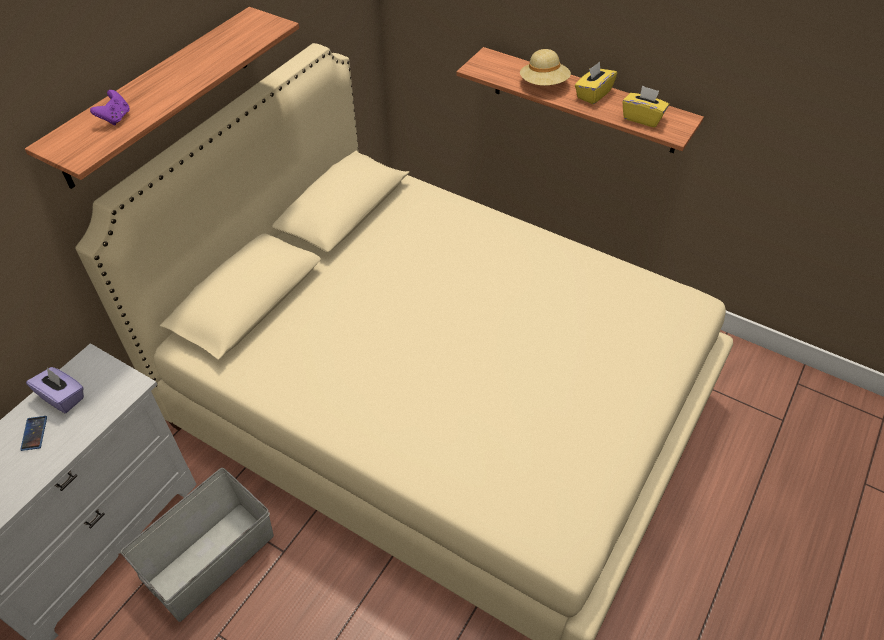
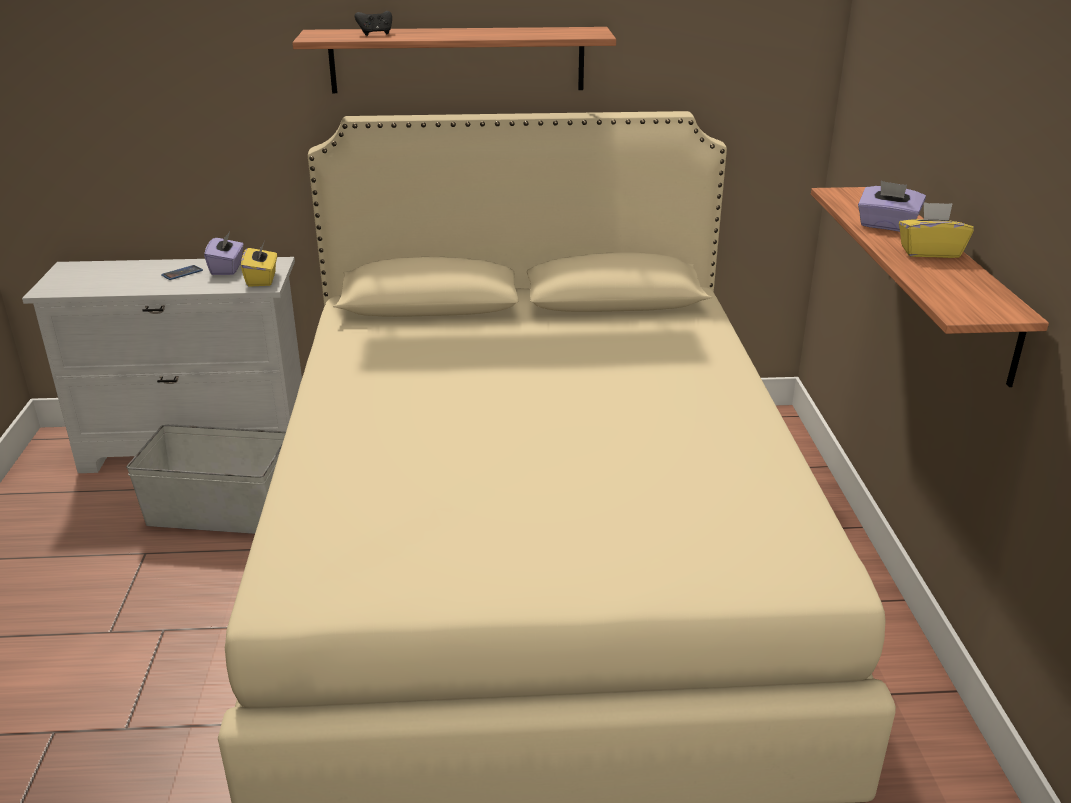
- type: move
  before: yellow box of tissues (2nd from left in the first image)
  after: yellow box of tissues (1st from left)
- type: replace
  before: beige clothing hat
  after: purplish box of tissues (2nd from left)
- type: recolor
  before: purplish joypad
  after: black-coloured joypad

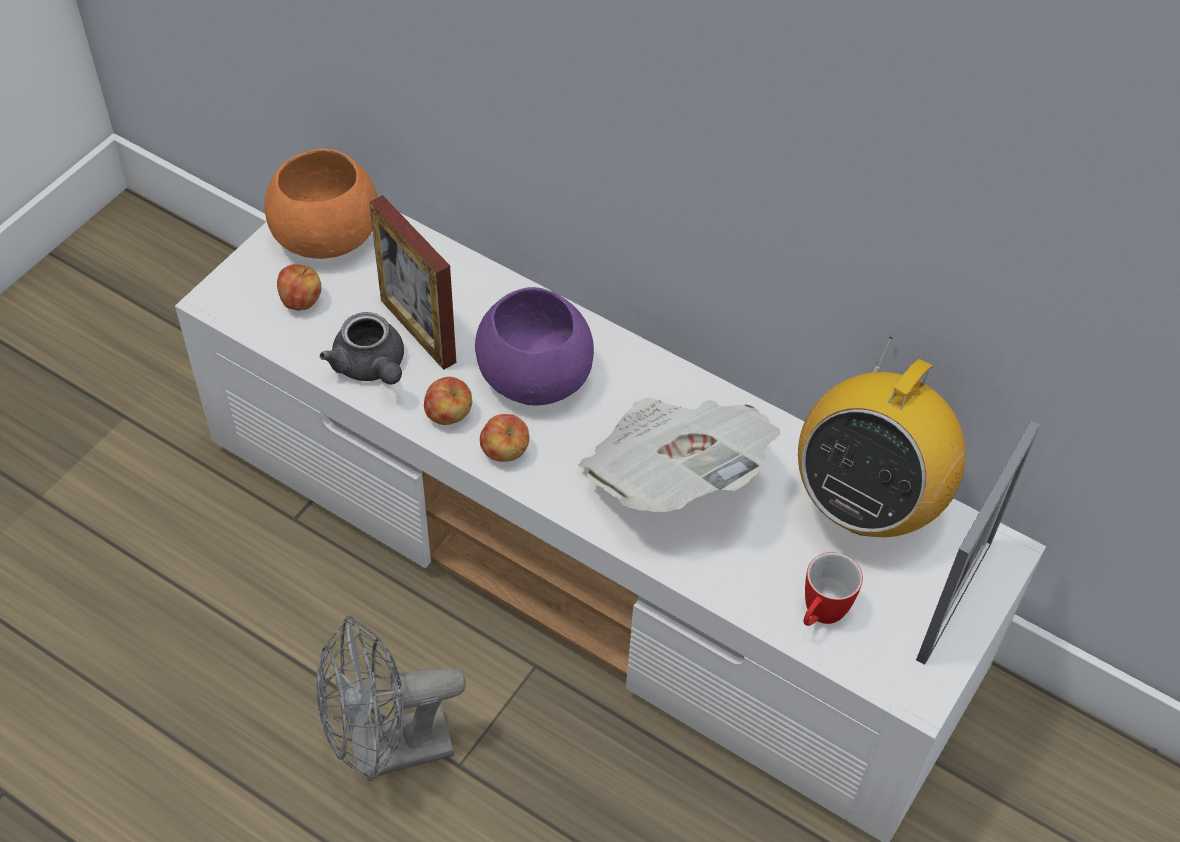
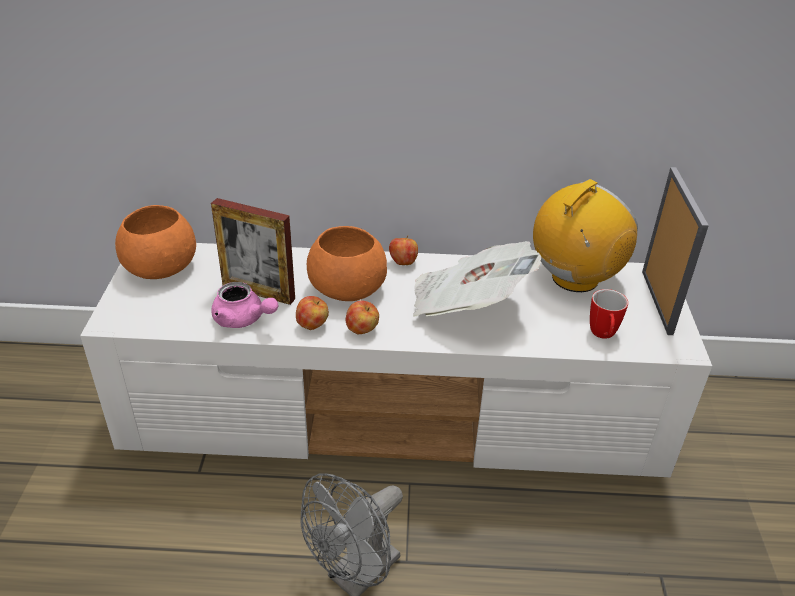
- type: move
  before: apple (1st from left in the first image)
  after: apple (3rd from left)
- type: recolor
  before: grey tea pot
  after: pinkish tea pot
- type: recolor
  before: purplish bowl
  after: orange bowl (2nd from left)
- type: rotate
  before: radio
  turn: -135

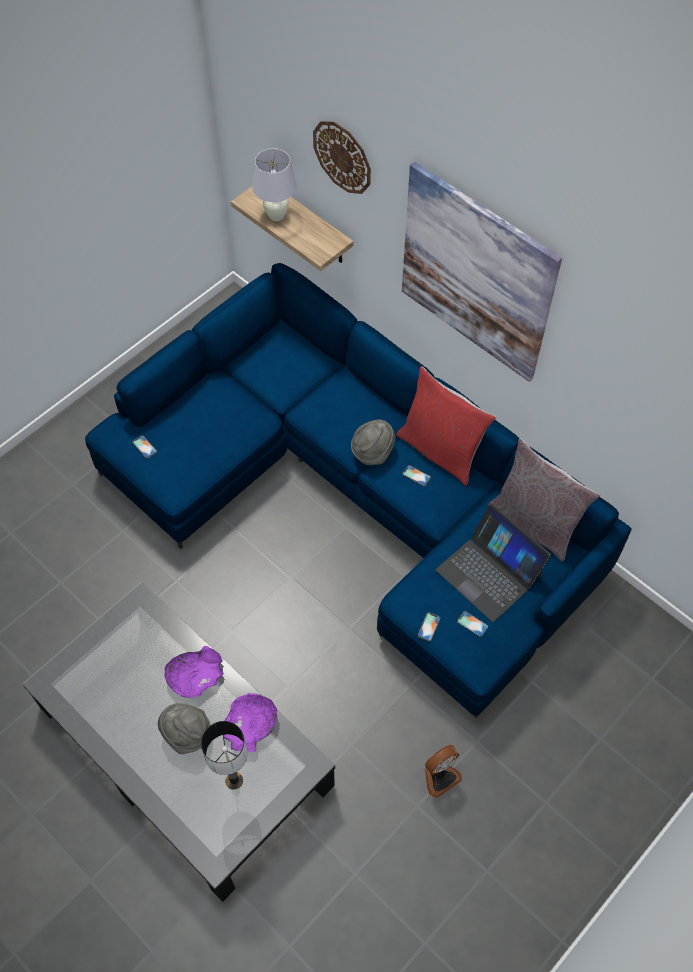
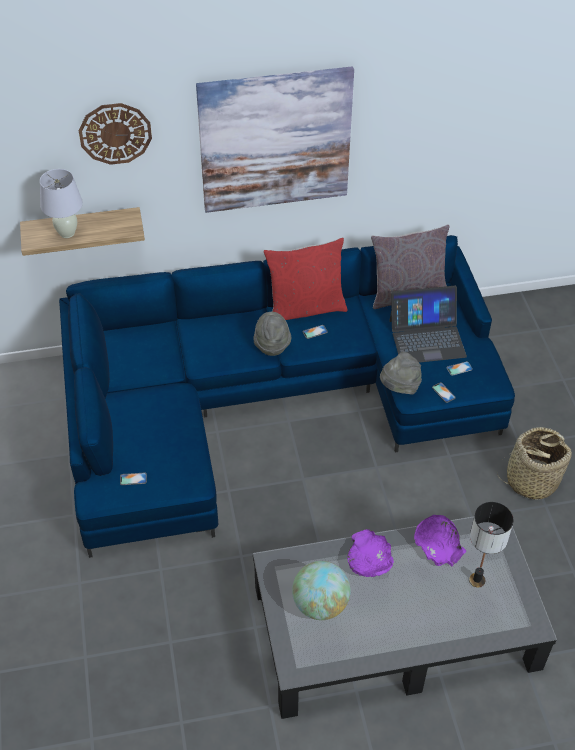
- type: insert
  after: desk globe
- type: move
  before: grey clothing hat (1st from left in the first image)
  after: grey clothing hat (2nd from left)
- type: replace
  before: fan
  after: basket

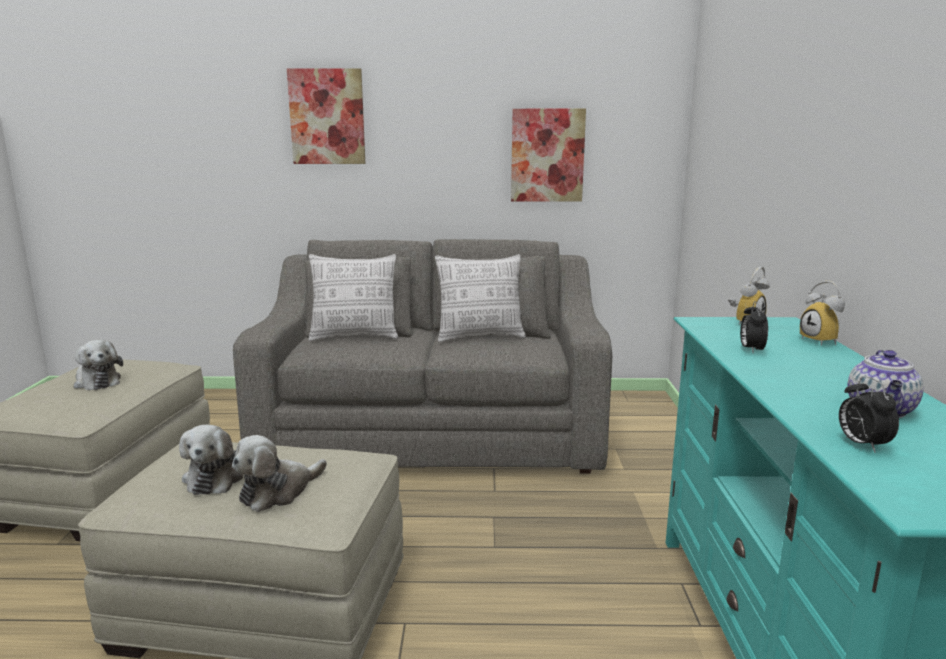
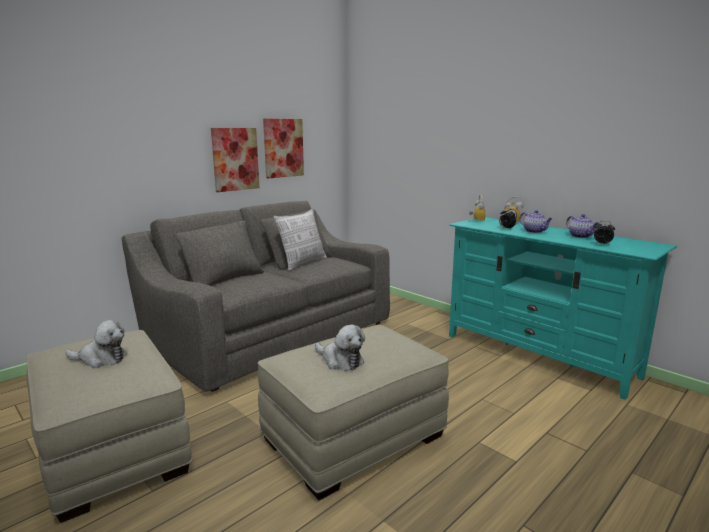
- type: delete
  before: plush toy (3rd from left)
- type: delete
  before: pillow (1st from left)
- type: insert
  after: tea pot (1st from left)
- type: move
  before: wall picture (1st from left)

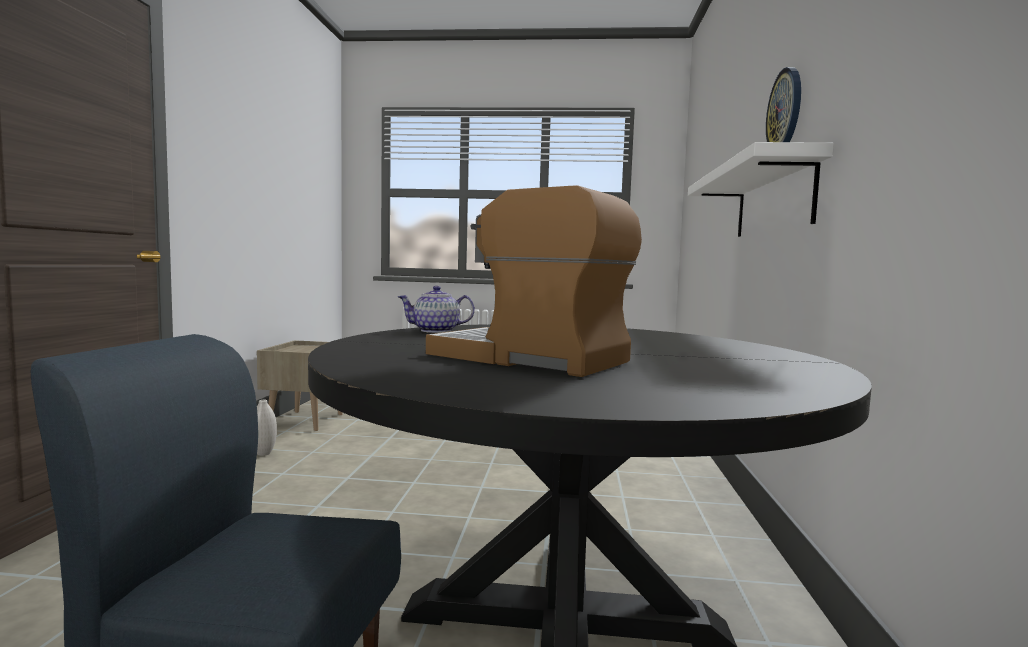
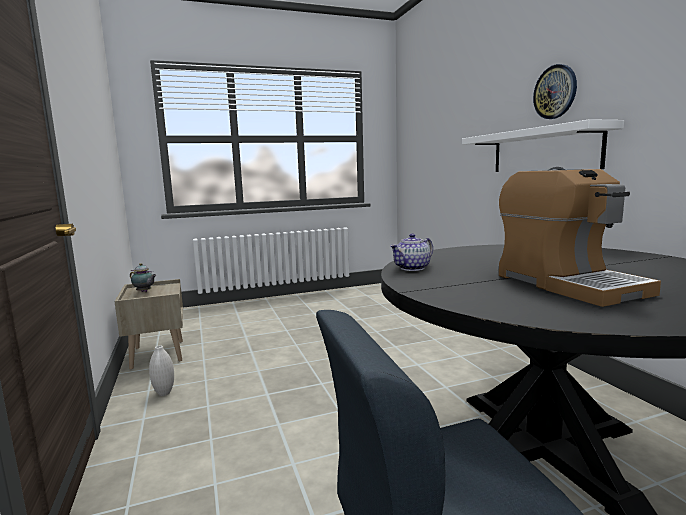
- type: insert
  after: tea pot (1st from left)
- type: rotate
  before: coffee machine
  turn: -120

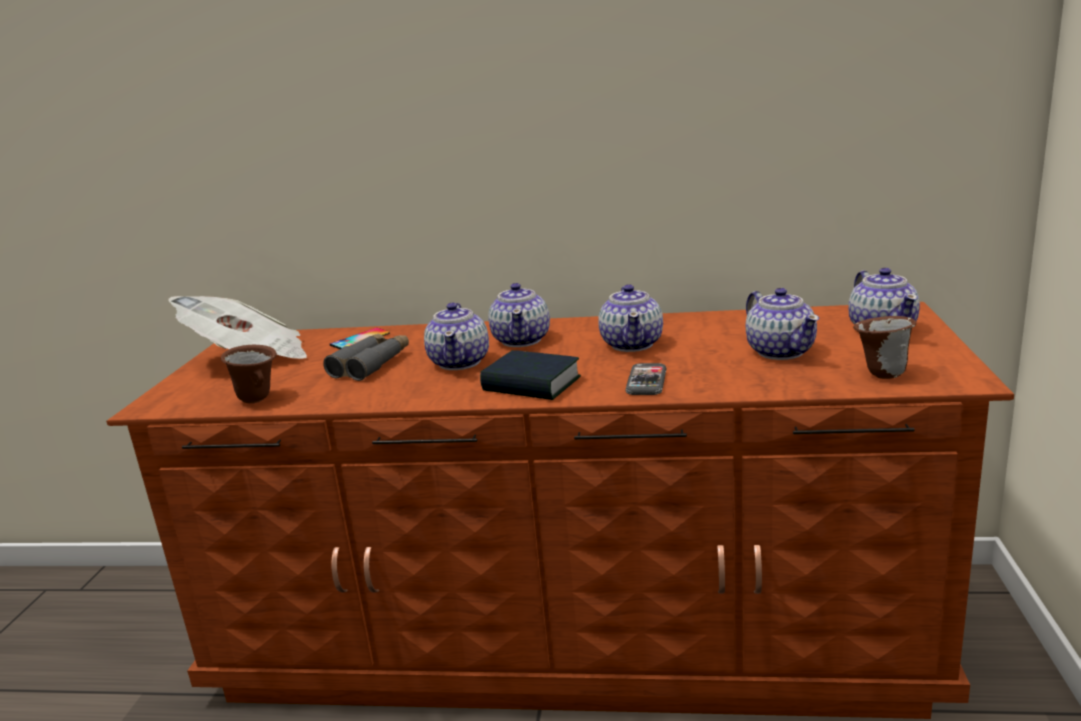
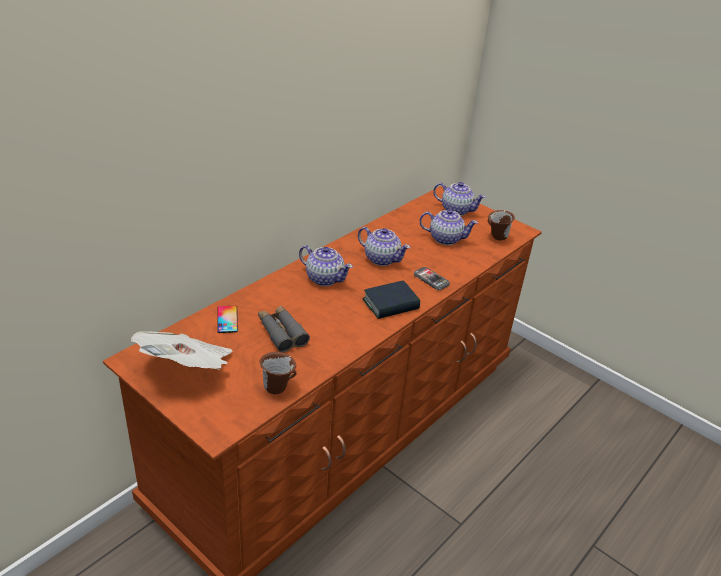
- type: delete
  before: tea pot (1st from left)

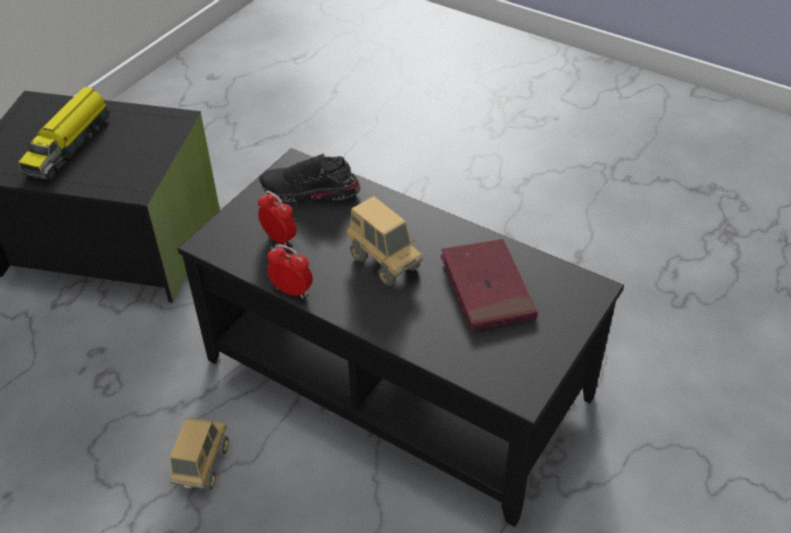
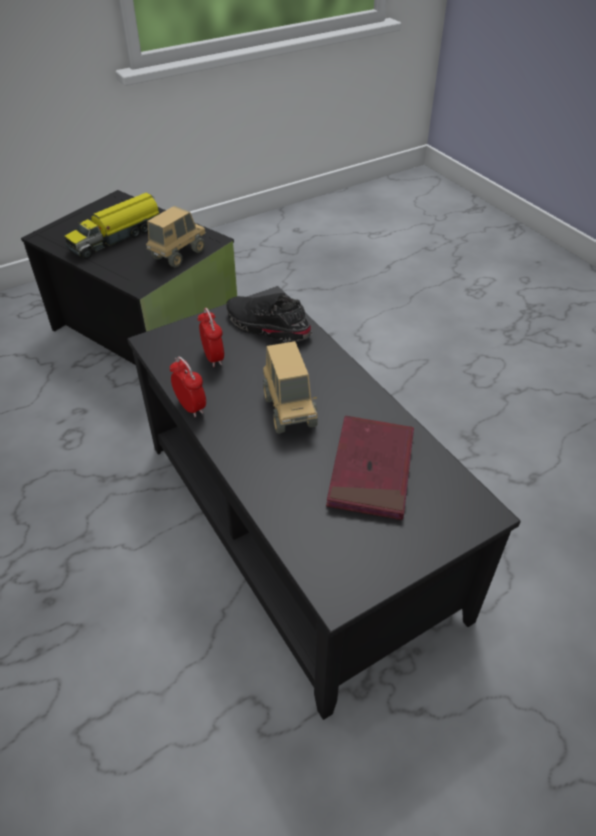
- type: move
  before: toy truck (2nd from left)

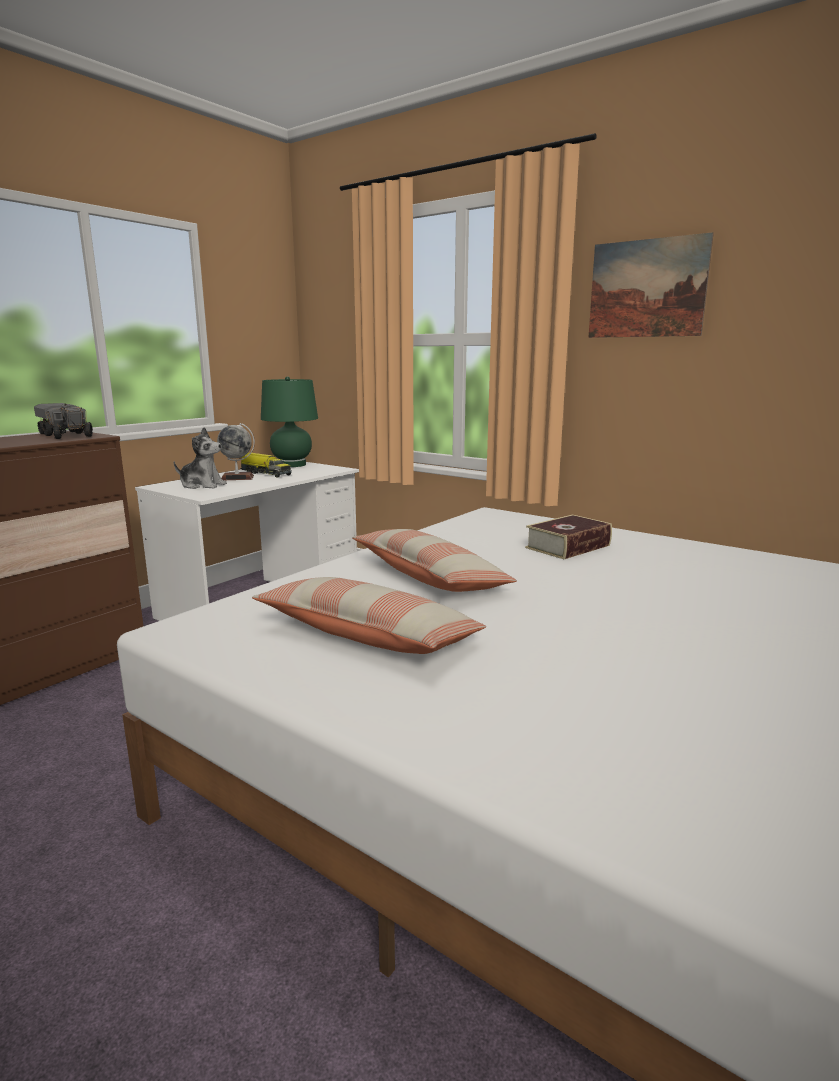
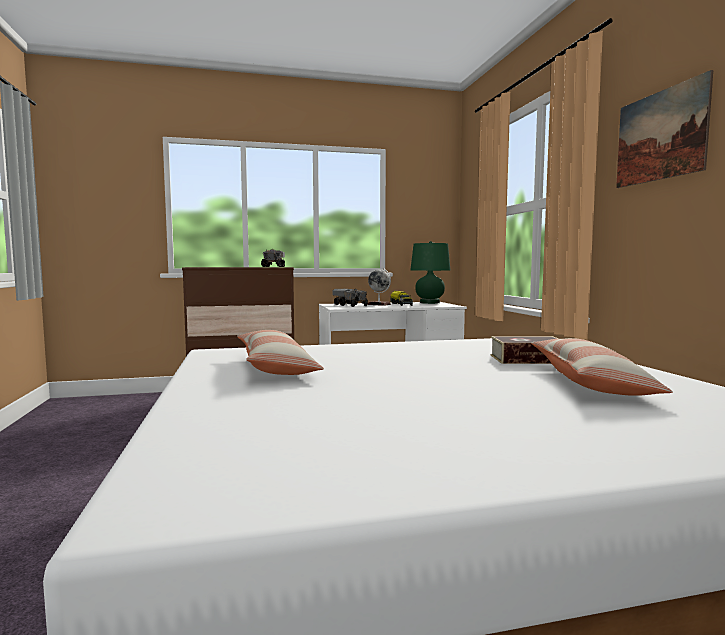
- type: move
  before: pillow (2nd from left)
- type: replace
  before: plush toy
  after: toy truck (2nd from left)

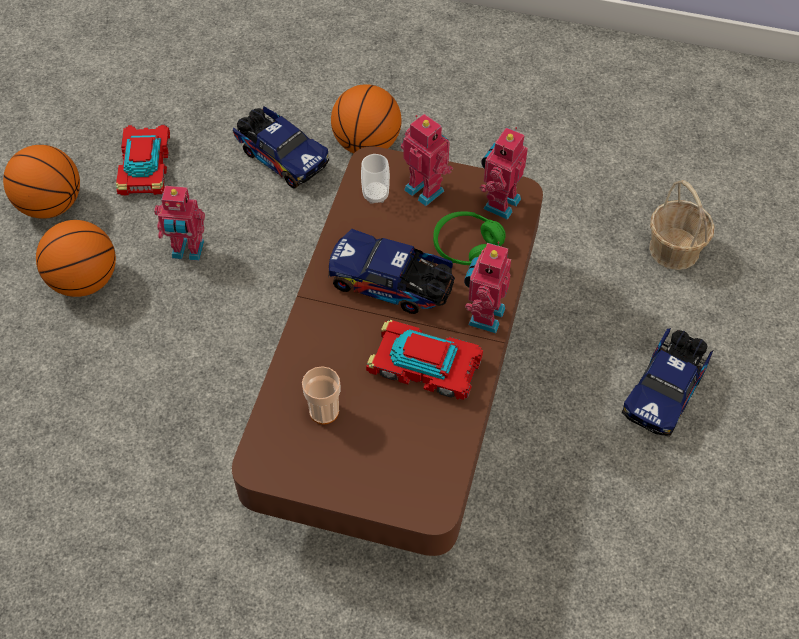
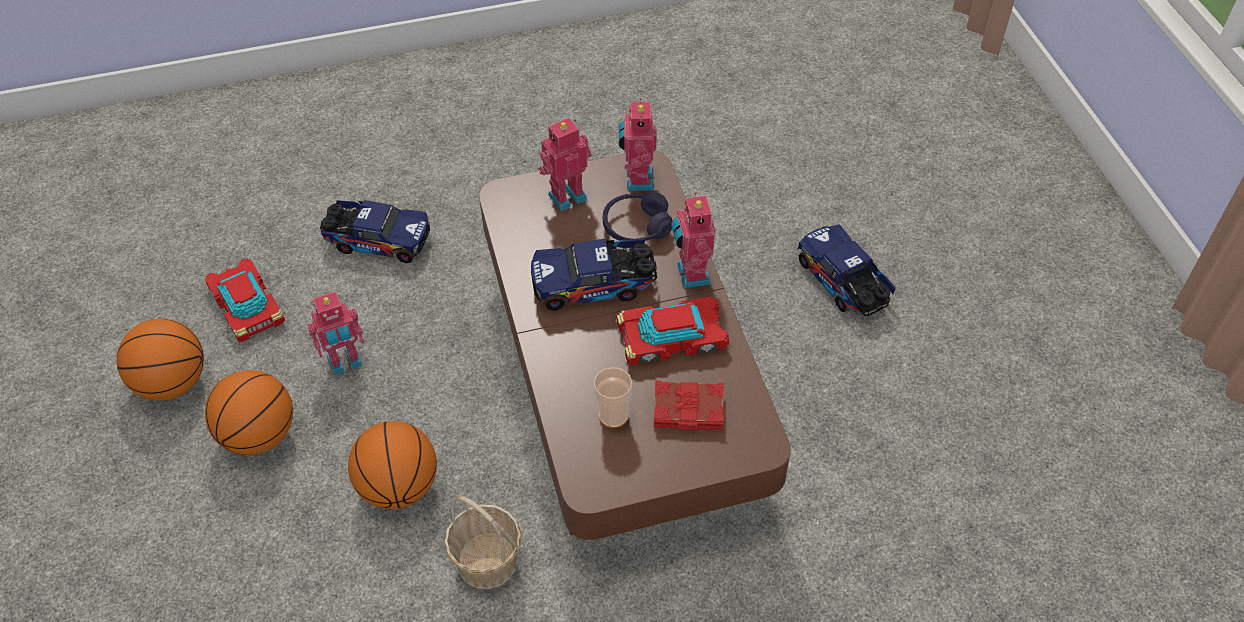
- type: delete
  before: small cup (2nd from left)
- type: insert
  after: reddish book
- type: move
  before: ball for basketball (3rd from left)
- type: move
  before: basket
- type: recolor
  before: green-coloured headset
  after: purplish headset
- type: rotate
  before: model robot (2nd from left)
  turn: -45
- type: rotate
  before: toy truck (3rd from left)
  turn: 150

